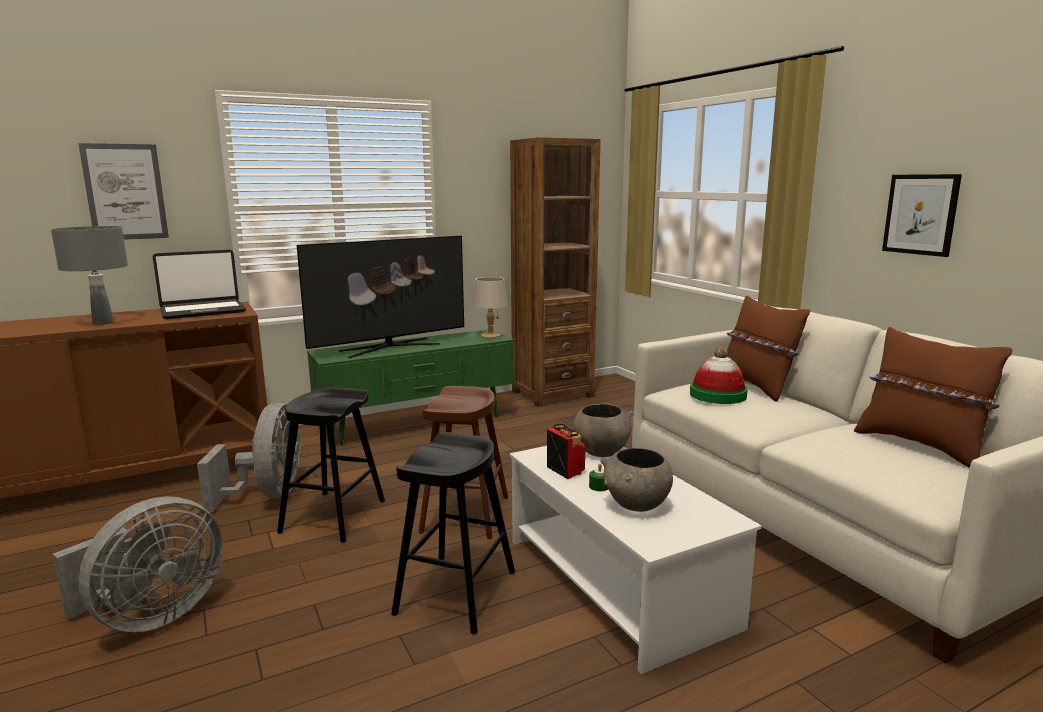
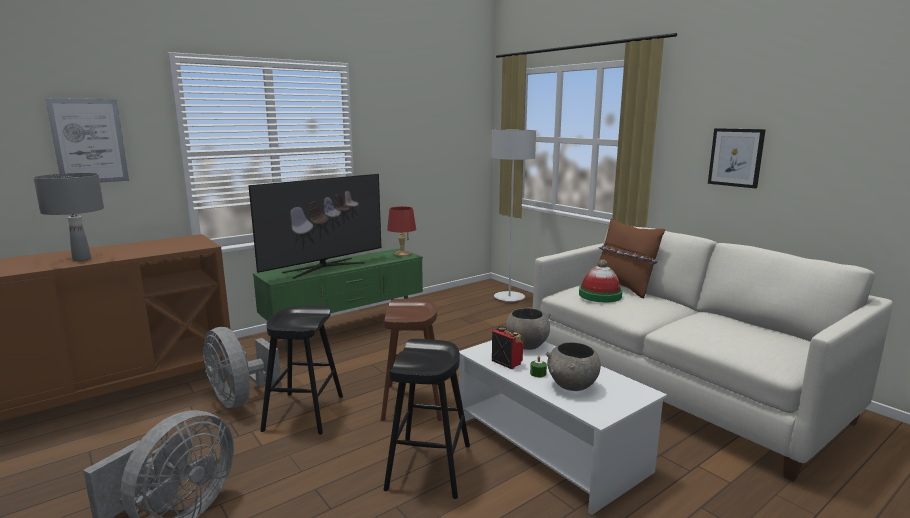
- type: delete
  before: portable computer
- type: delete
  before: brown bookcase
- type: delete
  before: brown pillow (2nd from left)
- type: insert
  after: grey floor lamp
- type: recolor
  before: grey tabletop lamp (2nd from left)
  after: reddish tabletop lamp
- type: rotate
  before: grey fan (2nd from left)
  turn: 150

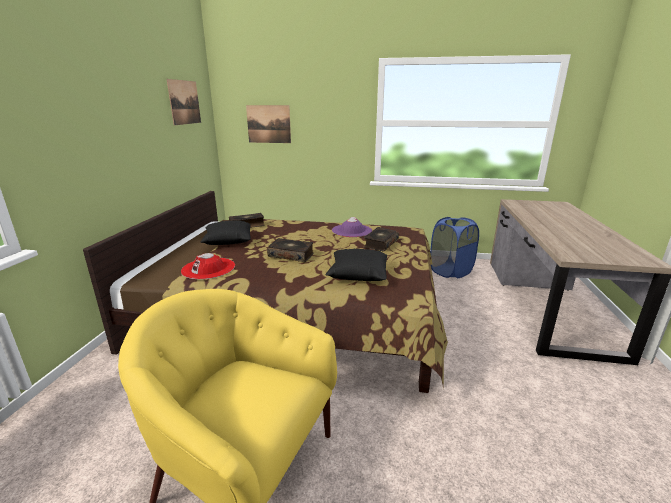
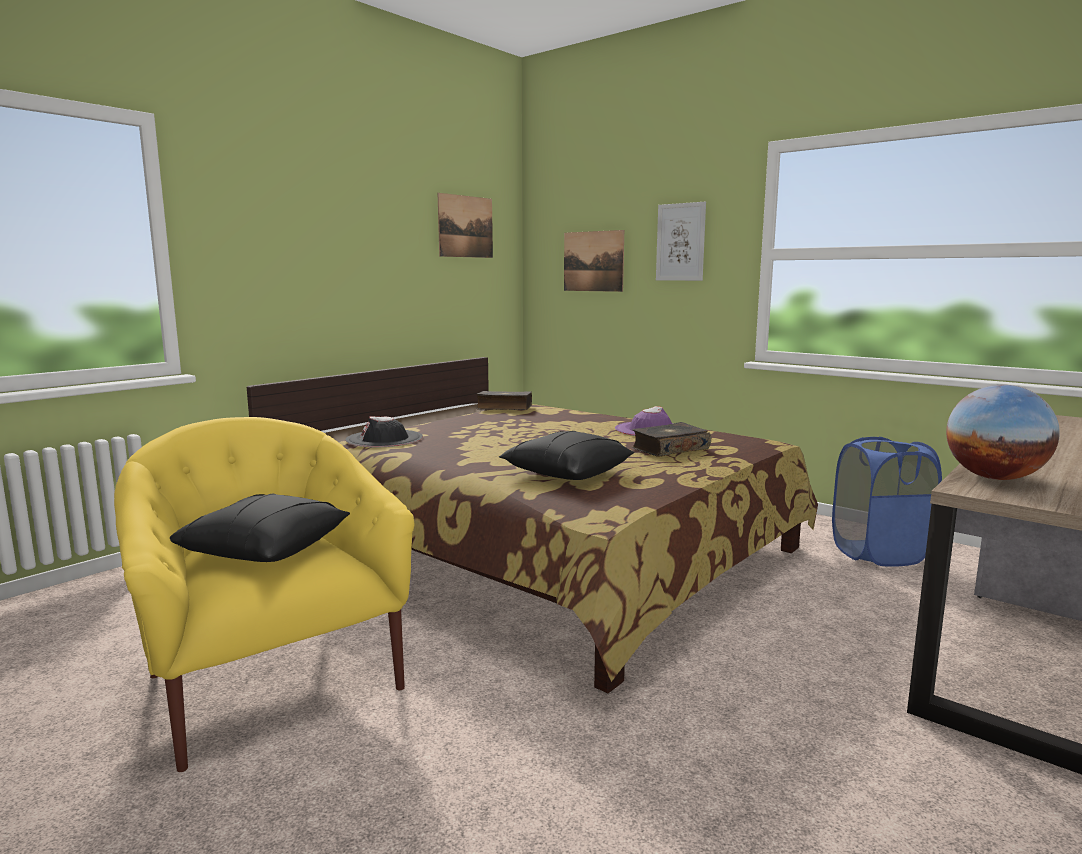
- type: delete
  before: book (2nd from left)
- type: insert
  after: wall picture (3rd from left)
- type: insert
  after: desk globe
- type: move
  before: black-coloured pillow (1st from left)
- type: recolor
  before: reddish clothing hat
  after: black-coloured clothing hat

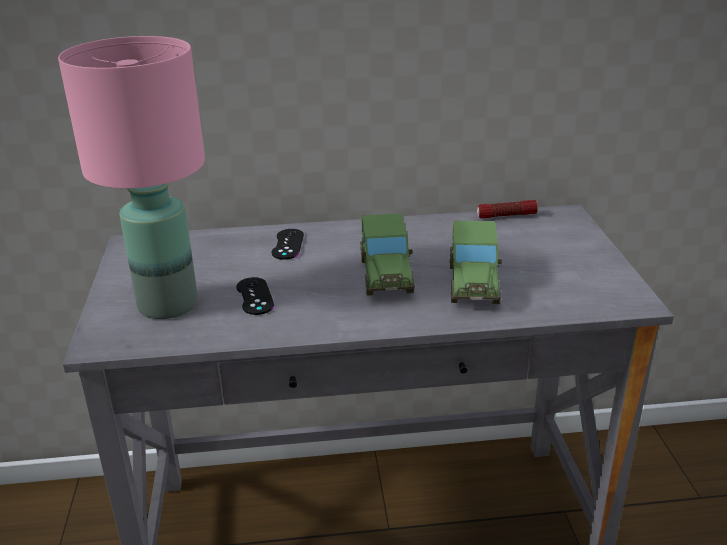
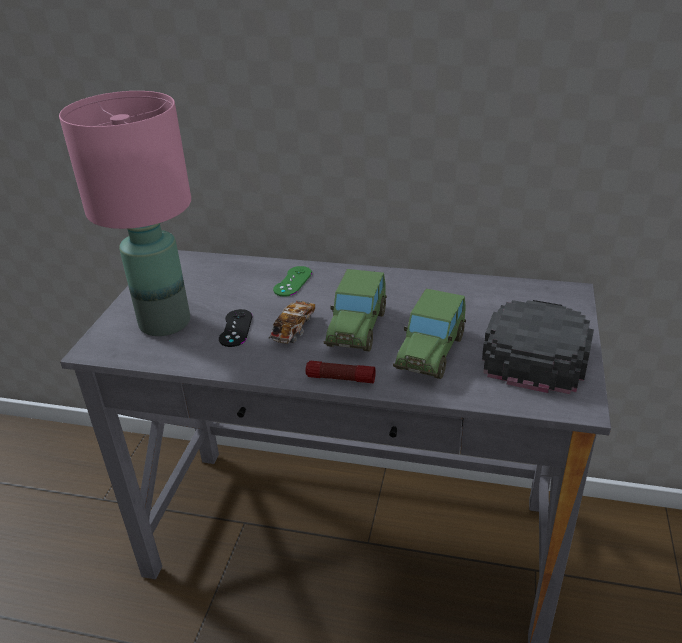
- type: insert
  after: model car (1st from left)
- type: insert
  after: black-coloured cap
- type: move
  before: hand torch
- type: recolor
  before: black-coloured joypad (2nd from left)
  after: green-coloured joypad

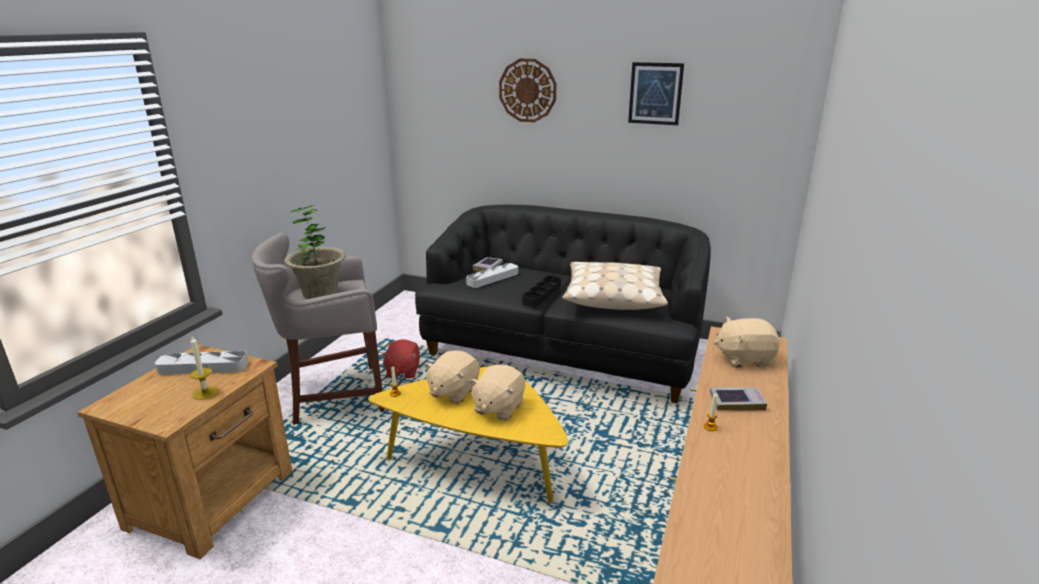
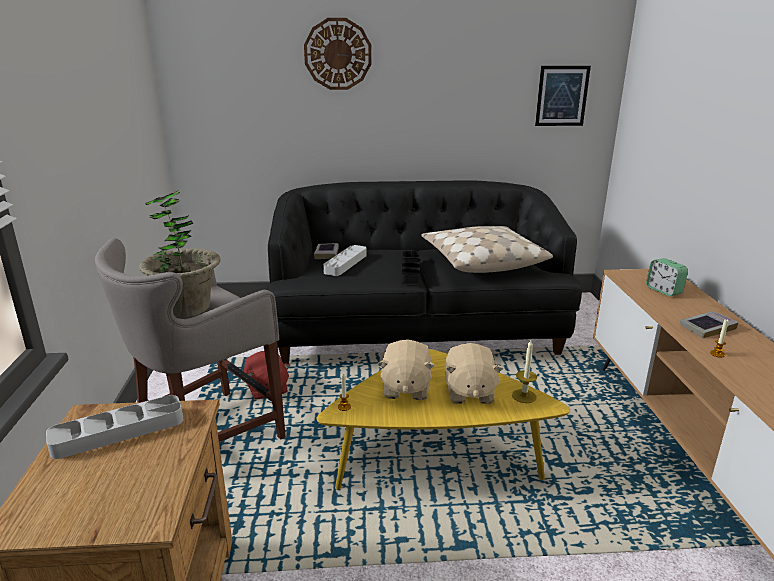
- type: move
  before: wax candle (1st from left in the first image)
  after: wax candle (2nd from left)
- type: move
  before: wall picture
- type: replace
  before: beige plush toy (3rd from left)
  after: table clock

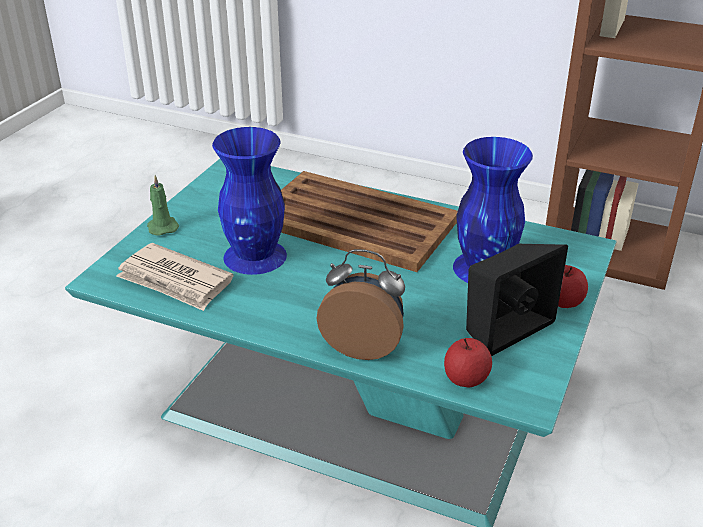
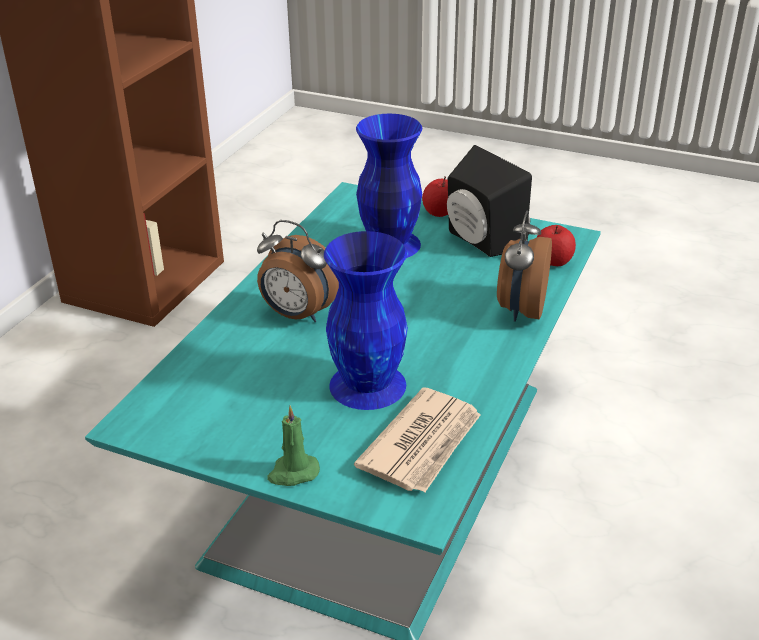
- type: replace
  before: brown carrying tray
  after: table clock (1st from left)

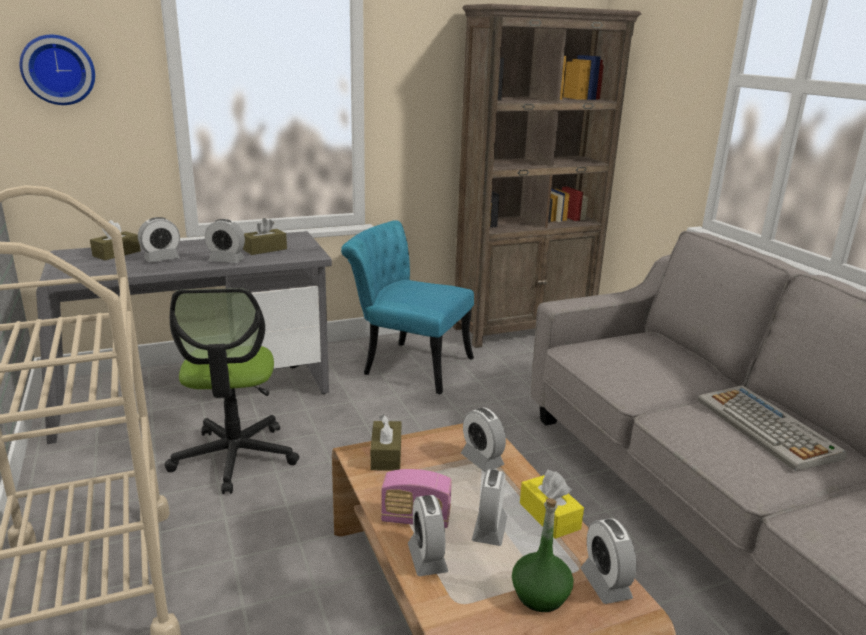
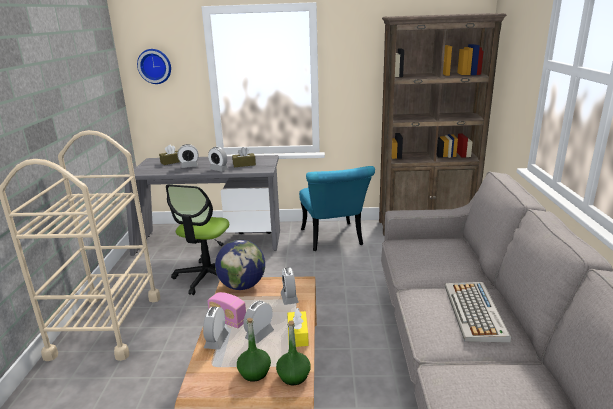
- type: replace
  before: brown box of tissues (3rd from left)
  after: desk globe
- type: replace
  before: table clock (6th from left)
  after: green-coloured drink bottle (2nd from left)
- type: rotate
  before: turquoise plain chair
  turn: -150

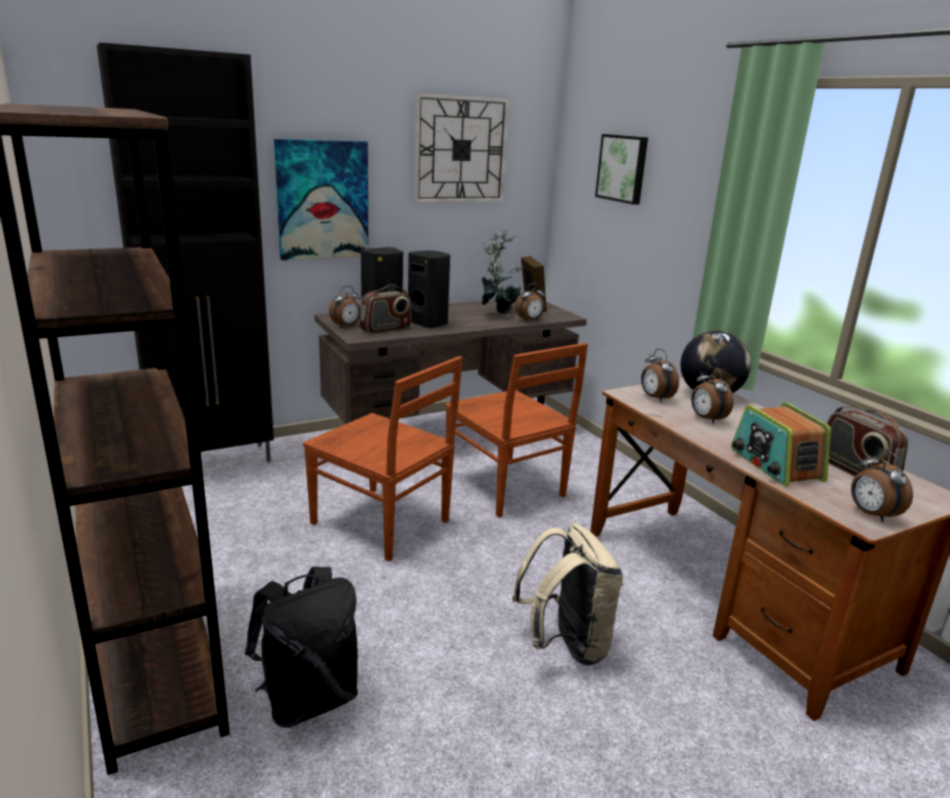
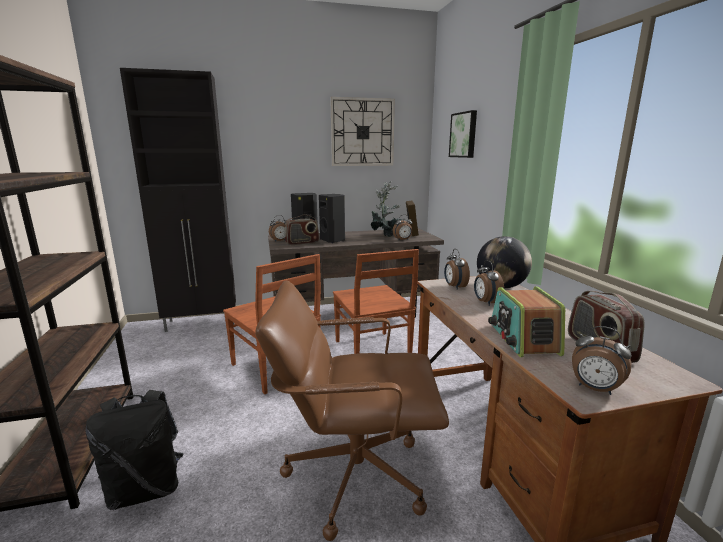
- type: delete
  before: wall picture (1st from left)
- type: replace
  before: beige rucksack
  after: brown desk chair
- type: rotate
  before: table clock (5th from left)
  turn: -45

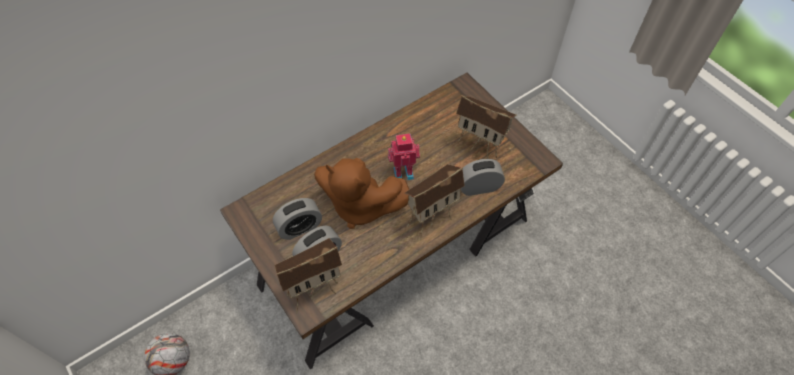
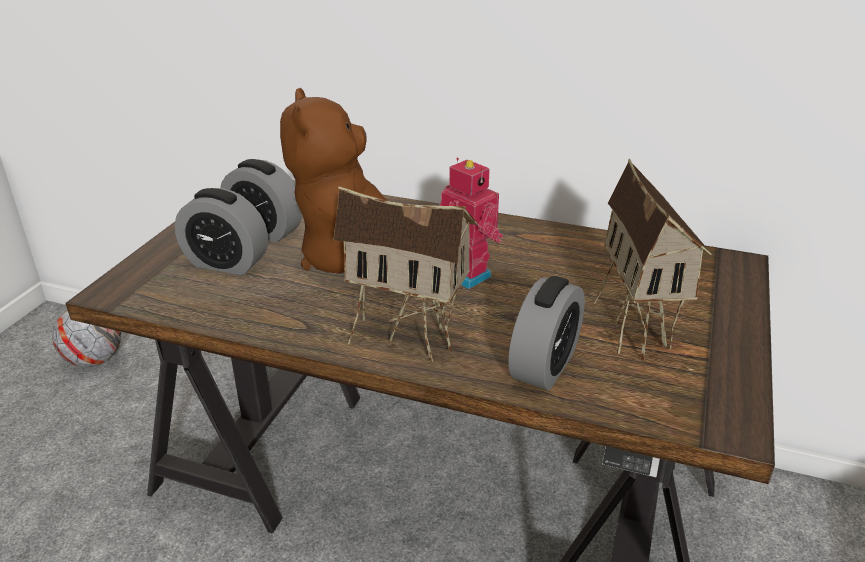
- type: delete
  before: model house (1st from left)
- type: rotate
  before: table clock (3rd from left)
  turn: 75

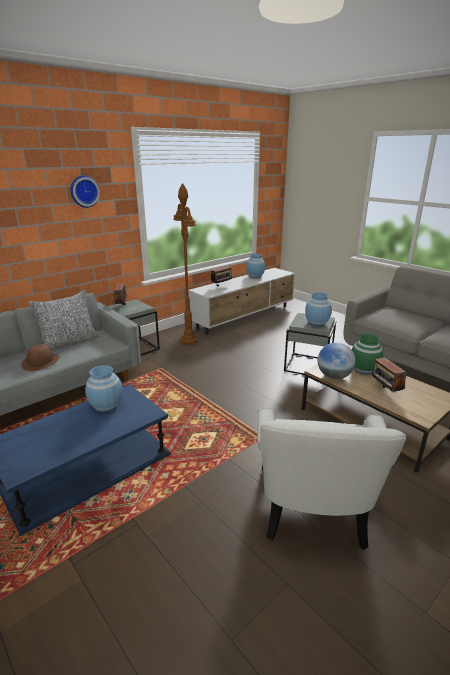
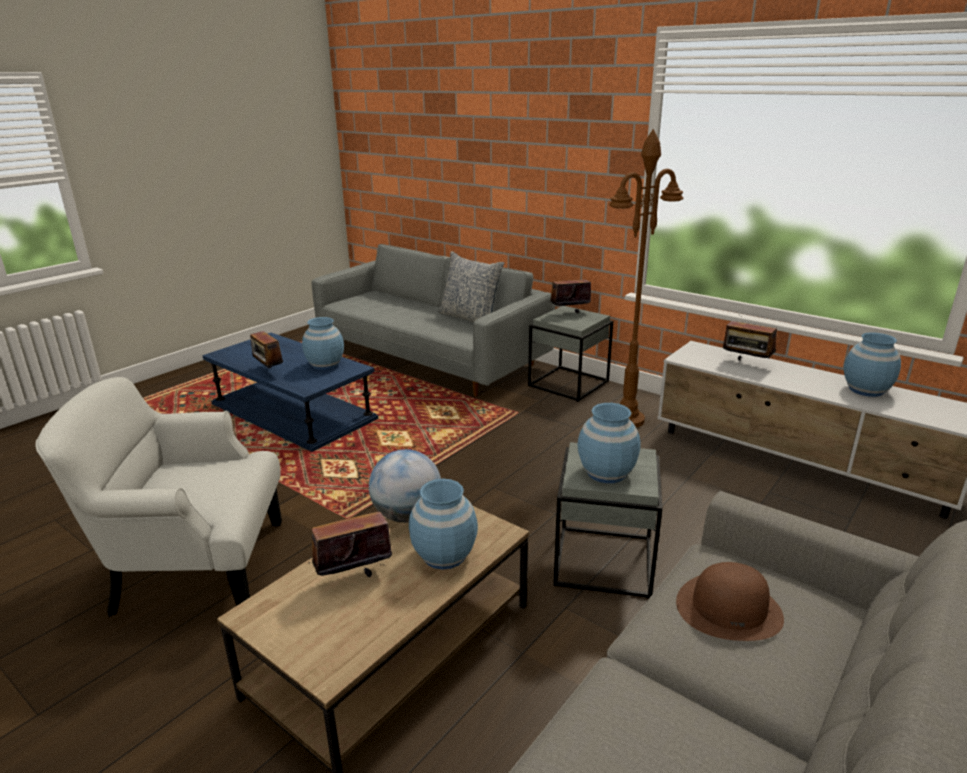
- type: delete
  before: hanging clock
- type: insert
  after: radio (1st from left)
- type: move
  before: brown clothing hat
- type: recolor
  before: green-coloured vase
  after: blue vase (2nd from left)

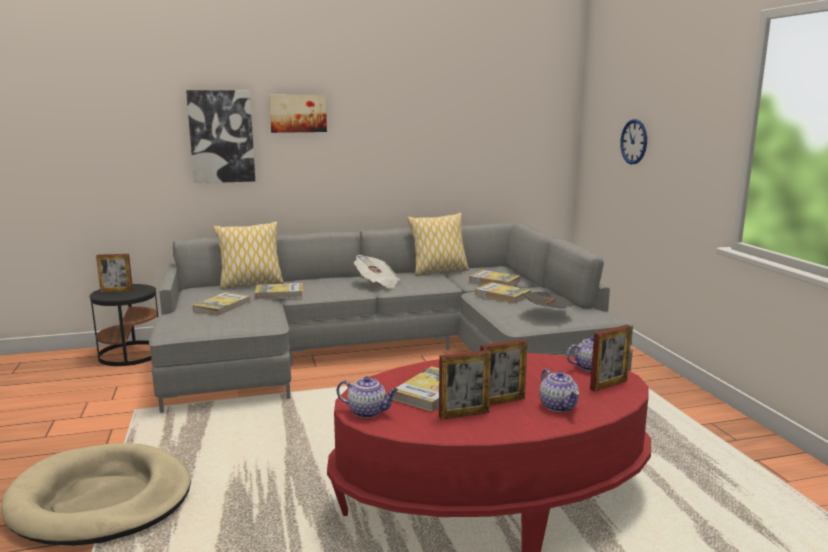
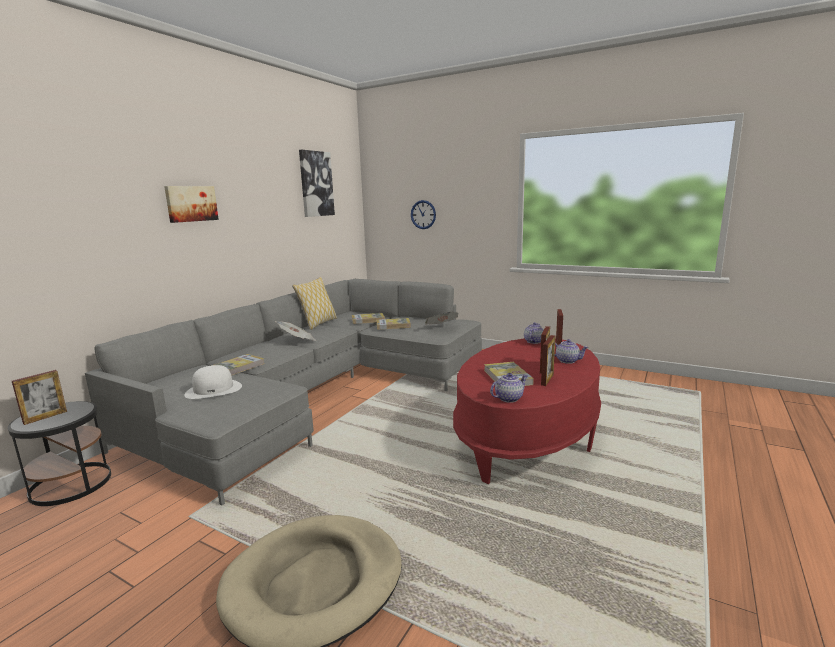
- type: delete
  before: pillow (1st from left)
- type: move
  before: wall picture (1st from left in the first image)
  after: wall picture (2nd from left)
- type: replace
  before: book (1st from left)
  after: whitish clothing hat

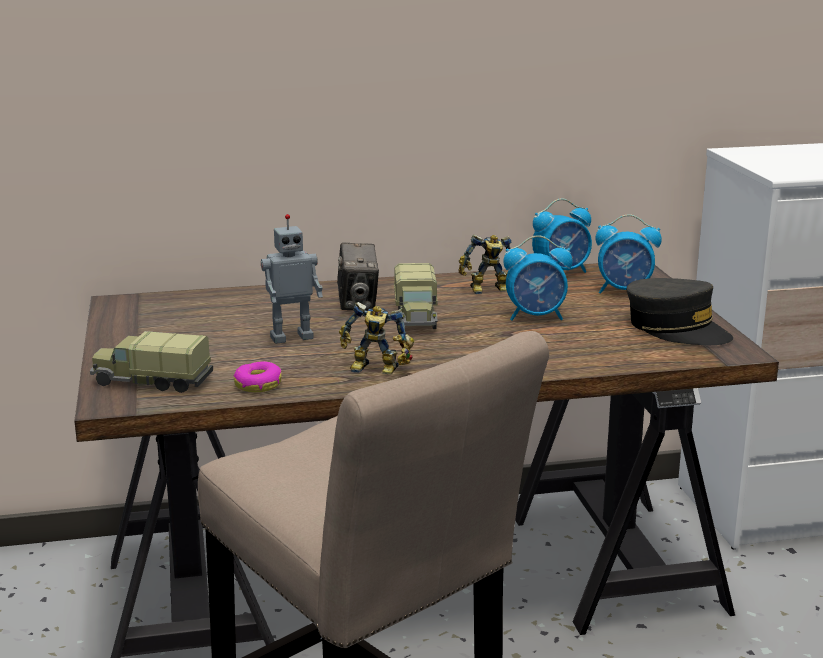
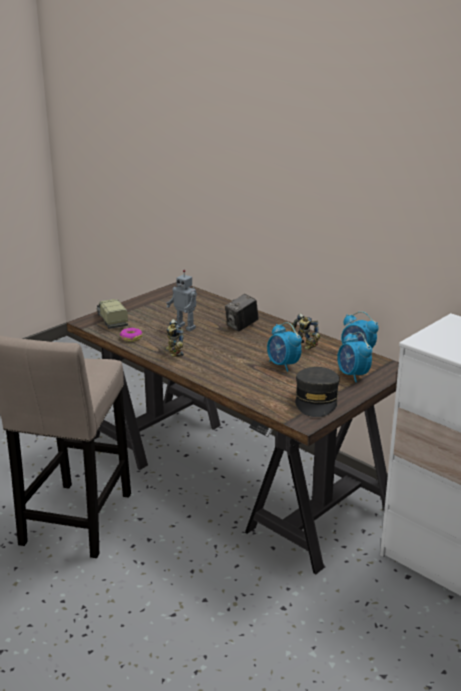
- type: delete
  before: toy truck (2nd from left)

